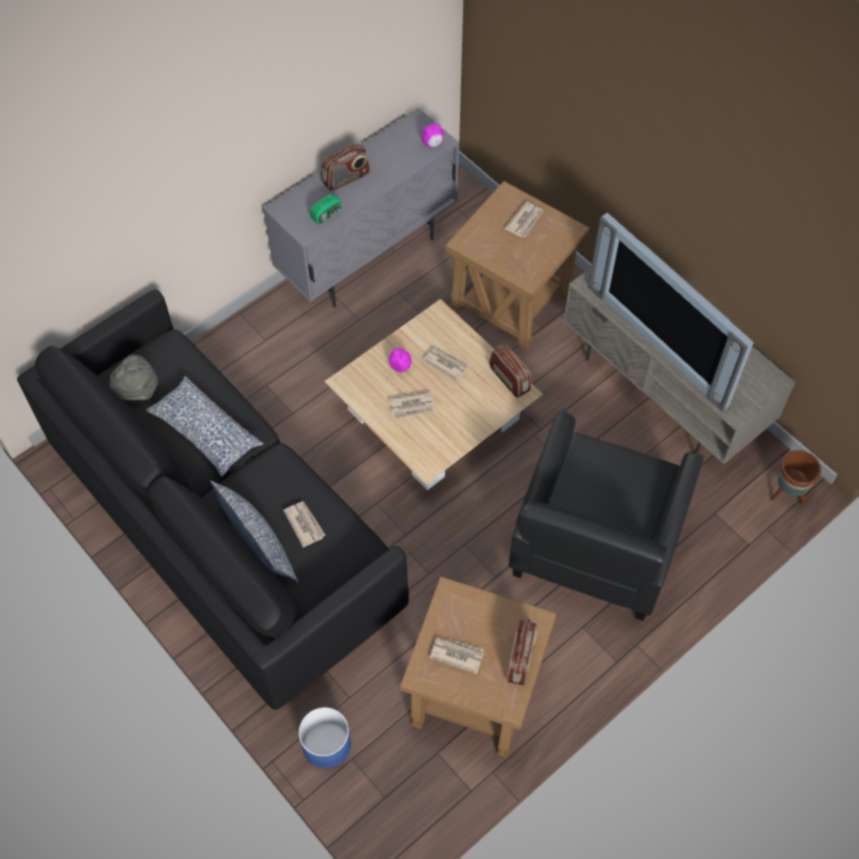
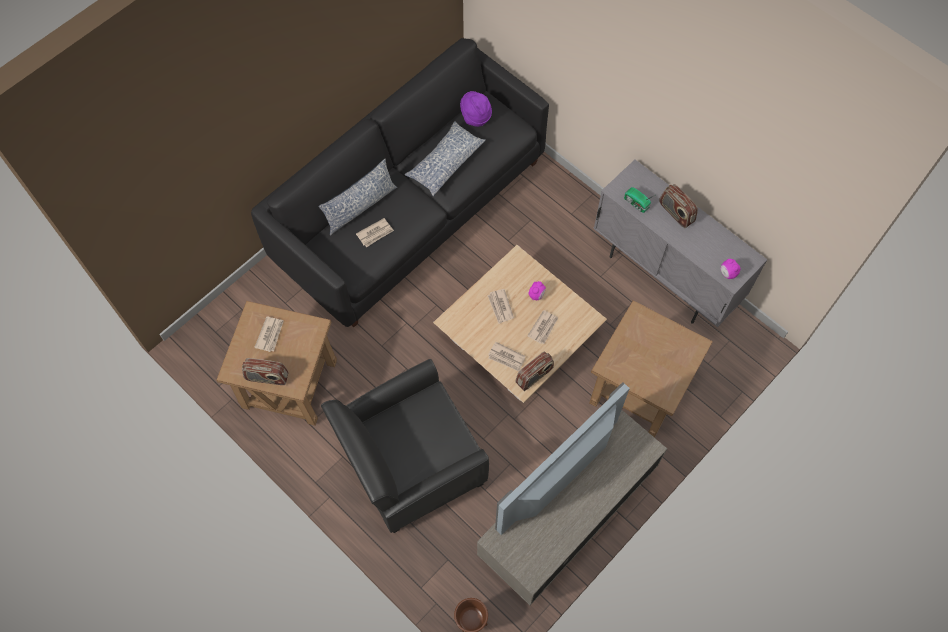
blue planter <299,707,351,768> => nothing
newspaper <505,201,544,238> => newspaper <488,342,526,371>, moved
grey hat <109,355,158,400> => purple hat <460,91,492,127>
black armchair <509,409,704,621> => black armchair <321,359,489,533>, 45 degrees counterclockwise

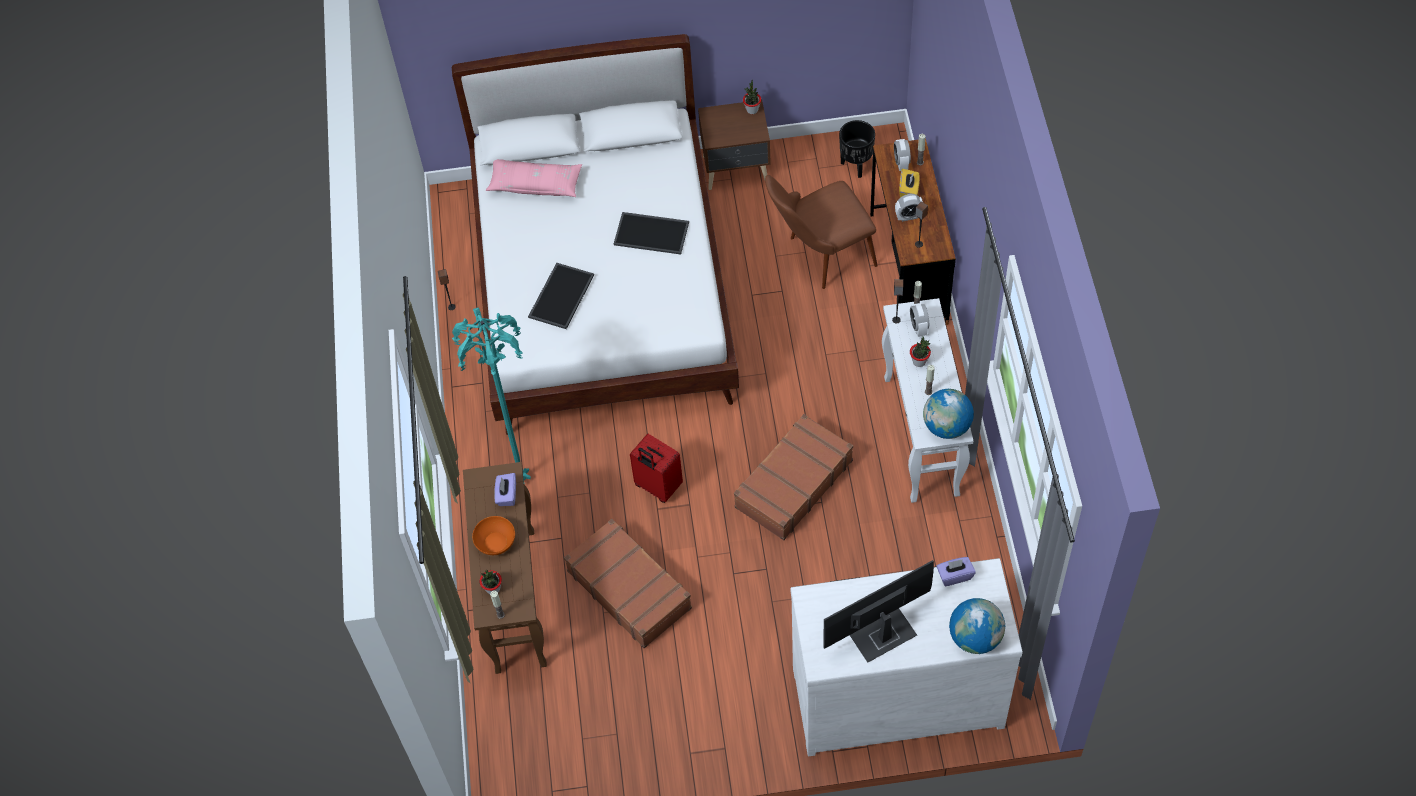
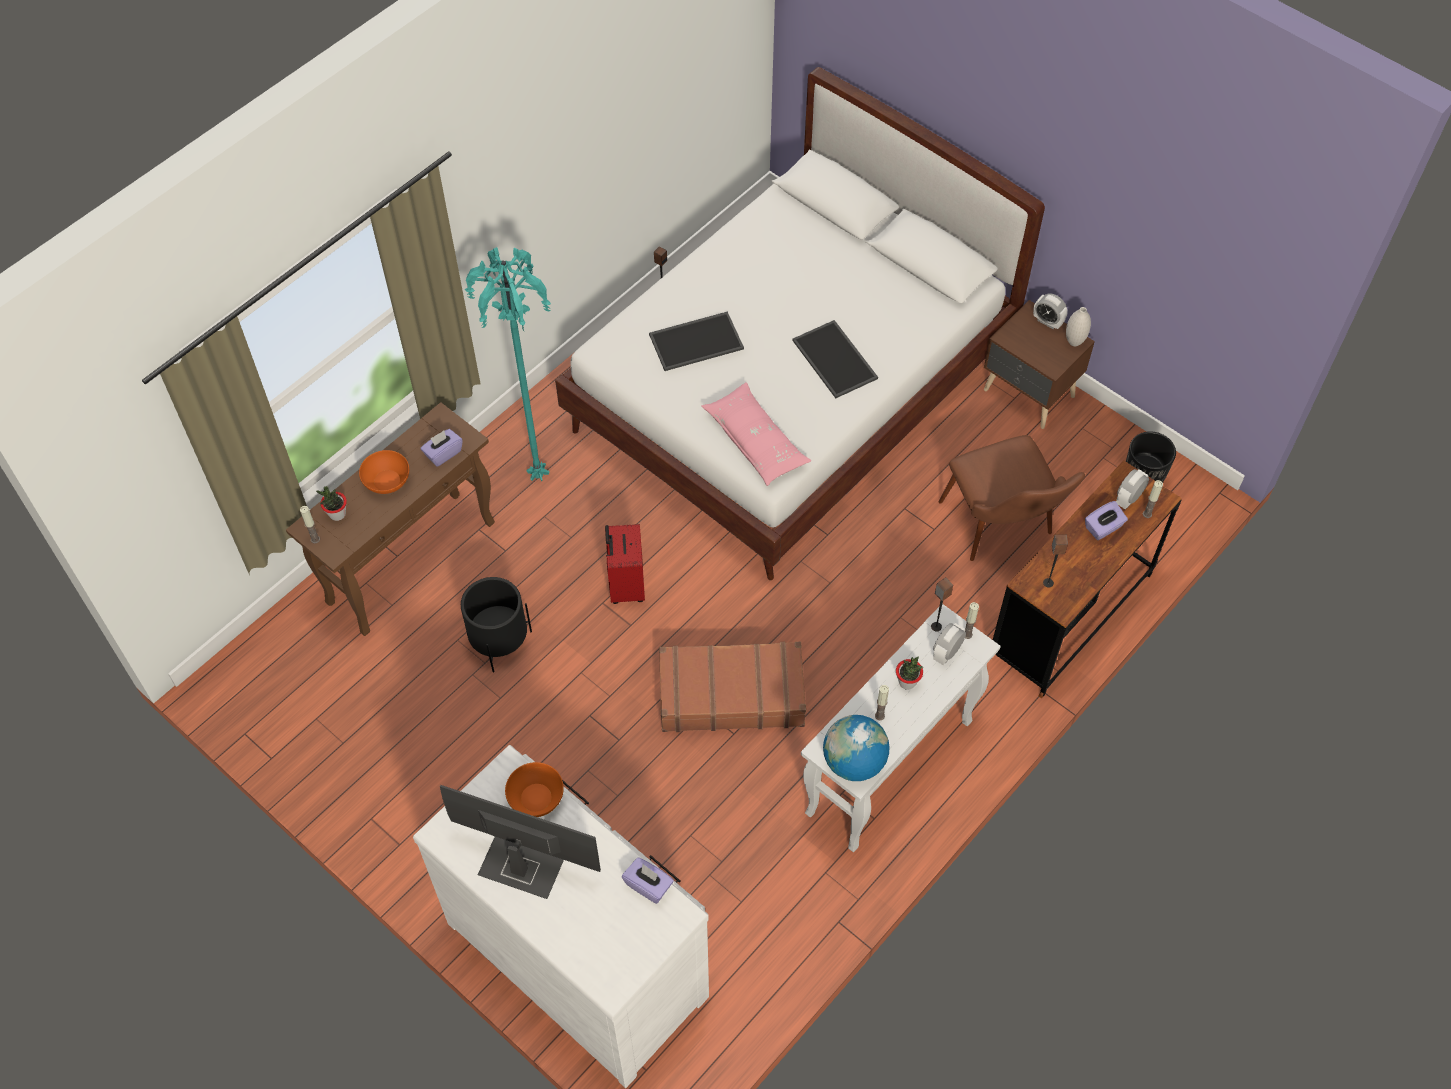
globe <949,598,1005,654> => nothing
nothing => orange bowl <505,762,564,817>
pink pillow <486,159,582,197> => pink pillow <701,382,811,486>, moved
alarm clock <895,194,923,222> => alarm clock <1033,293,1068,329>, moved
brown suitcase <564,519,692,648> => black planter <461,577,532,672>
potted plant <743,80,761,114> => white vase <1066,307,1091,346>
yellow tissue box <899,169,920,198> => purple tissue box <1085,501,1128,540>
brown chair <765,175,878,289> => brown chair <939,435,1085,561>, 135 degrees counterclockwise

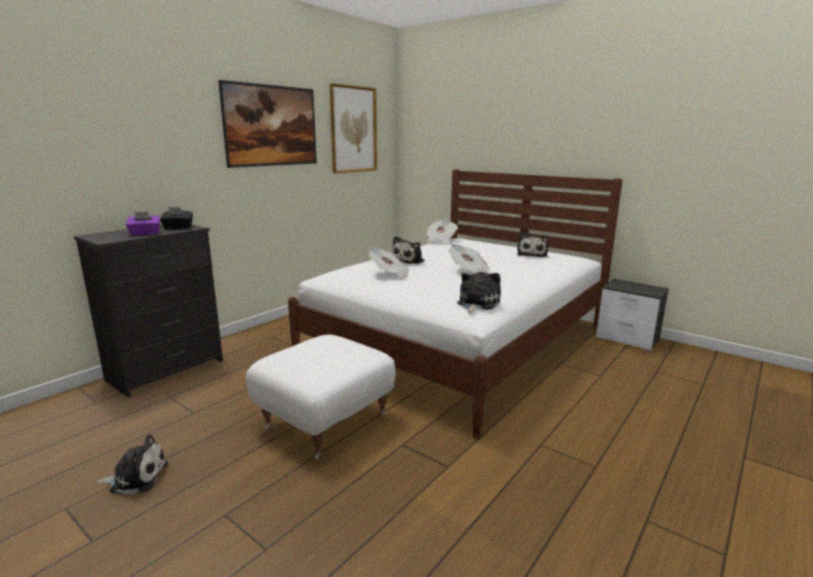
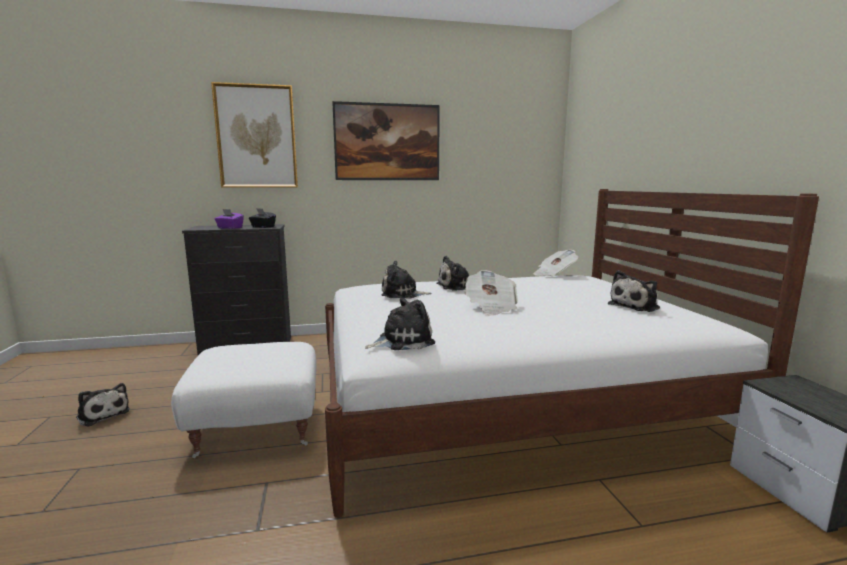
picture <330,83,377,173> => picture <211,82,298,188>, moved
newspaper <368,248,409,278> => plush toy <382,260,432,298>

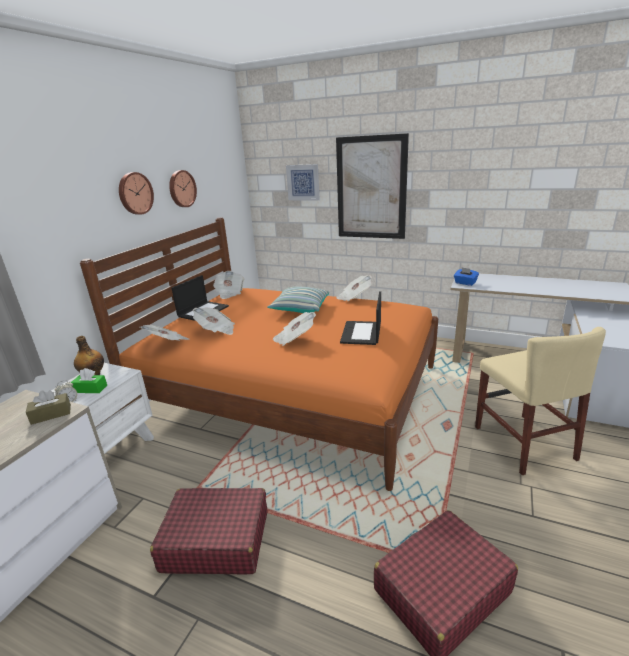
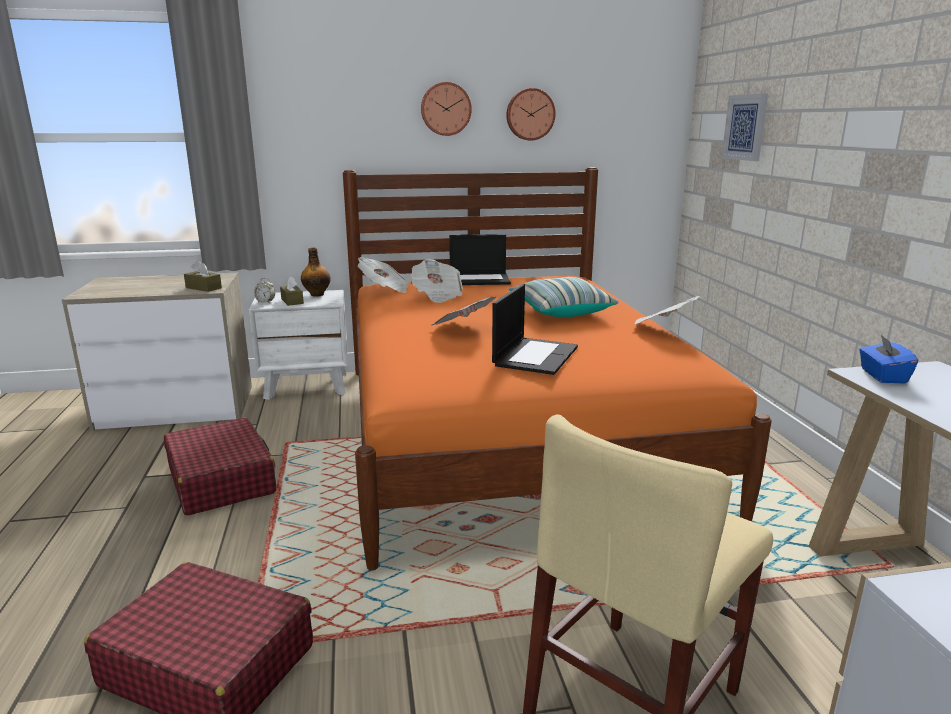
newspaper <213,271,244,299> => nothing
picture <336,133,409,239> => nothing
green tissue box <71,368,107,393> => brown tissue box <280,276,304,306>
laptop <340,291,381,345> => laptop <492,284,578,375>, 135 degrees clockwise

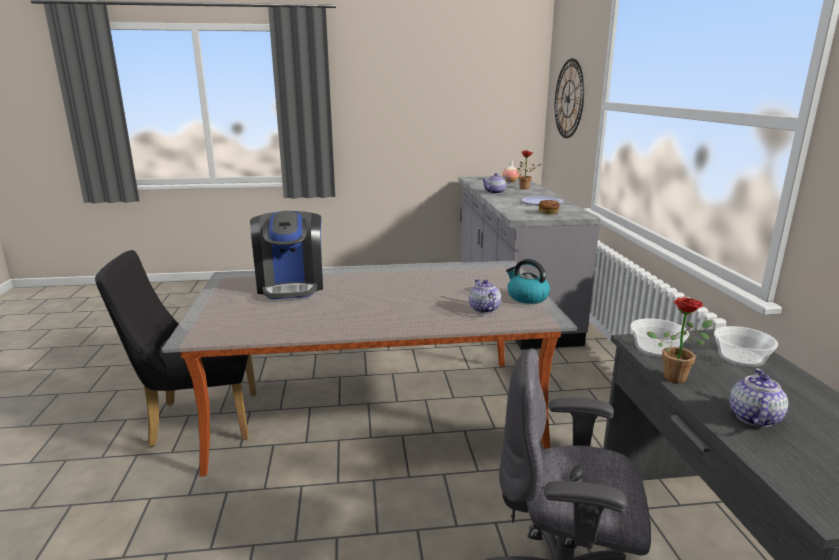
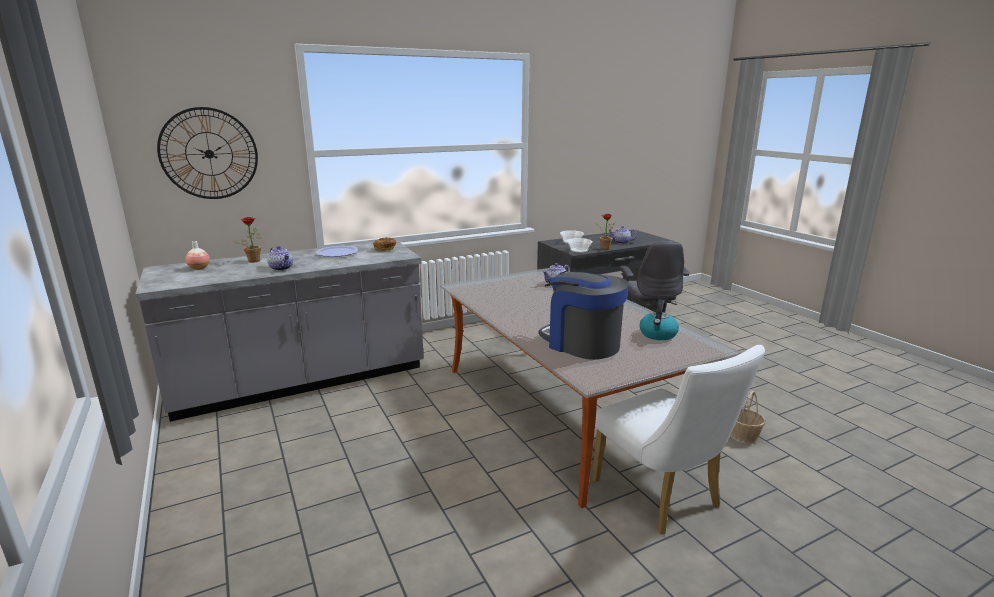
nothing => basket <730,391,766,444>
kettle <506,259,550,304> => kettle <640,300,679,340>, moved
black chair <95,250,257,447> => white chair <592,345,765,535>
coffee machine <250,211,323,299> => coffee machine <539,271,629,360>, 105 degrees counterclockwise

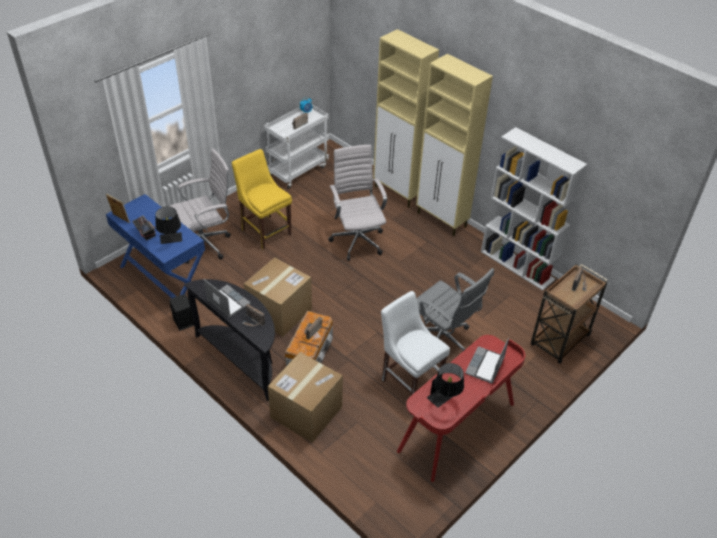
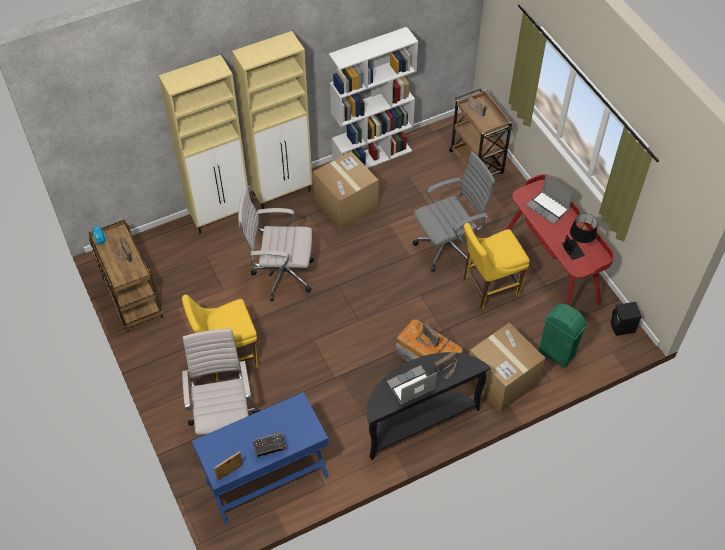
black table lamp <155,206,182,244> => nothing
nothing => green trash can <538,304,587,368>
black speaker <169,294,194,331> => black speaker <611,302,642,336>, moved
cardboard box <244,257,312,337> => cardboard box <313,151,379,231>, moved
white cart <264,105,329,189> => brown cart <88,220,163,332>
white chair <381,291,450,395> => yellow chair <464,223,530,309>

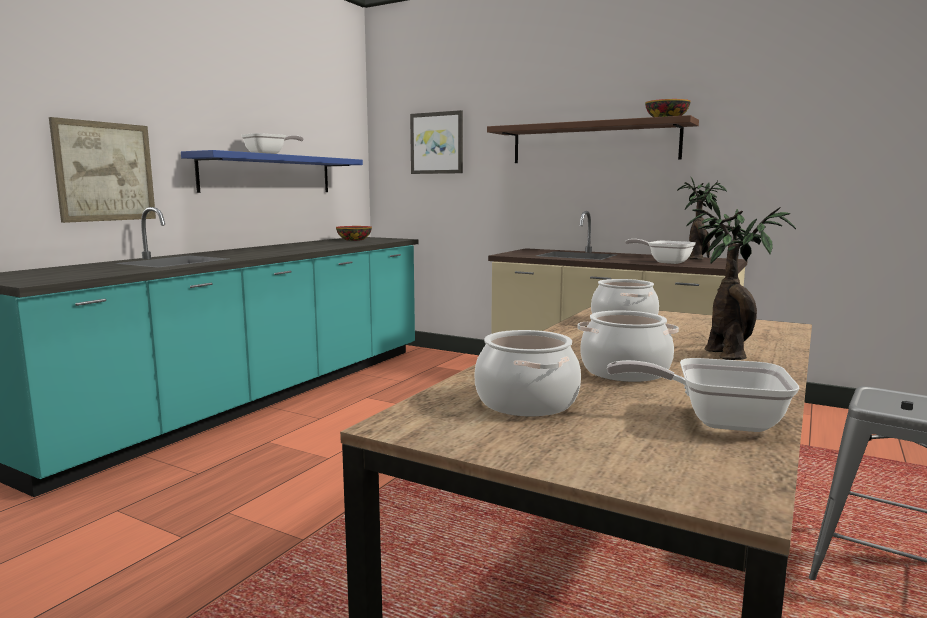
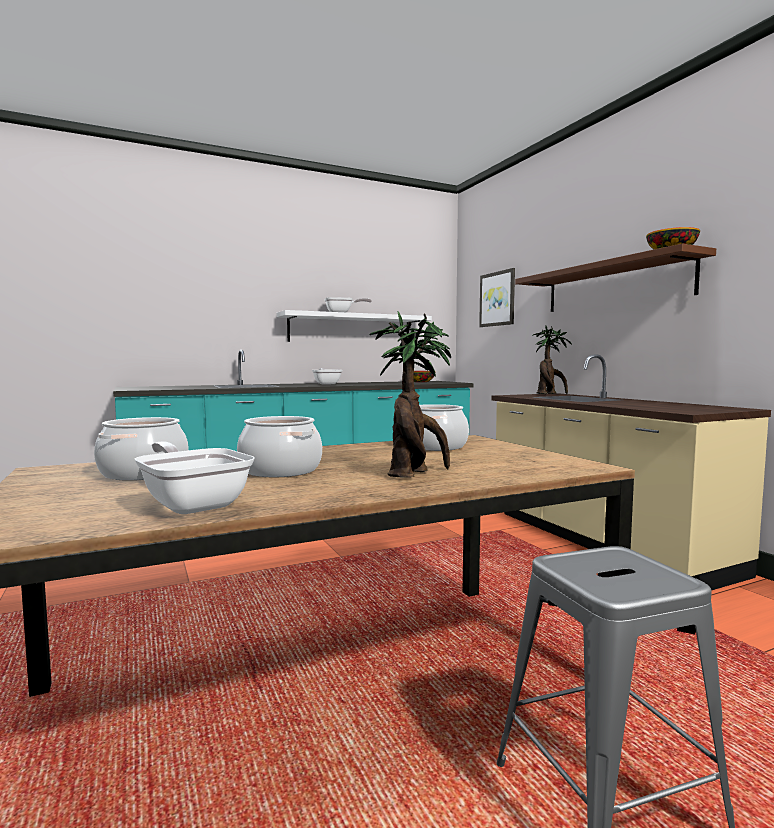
picture <49,117,156,223> => nothing
frying pan <625,239,696,264> => frying pan <312,368,342,384>, moved
potted plant <677,177,727,260> => potted plant <533,326,572,394>, moved
blue shelf <181,150,363,193> => white shelf <277,310,432,342>

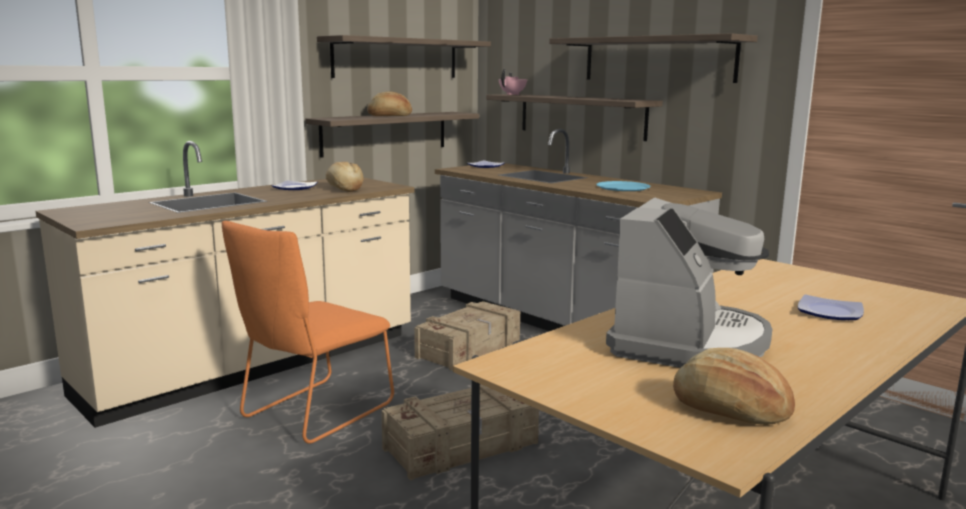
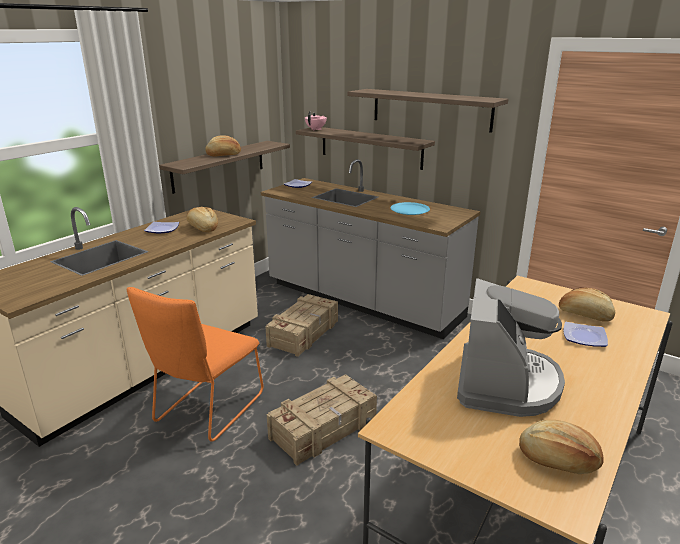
shelf <317,35,491,78> => nothing
nothing => bread <559,287,615,321>

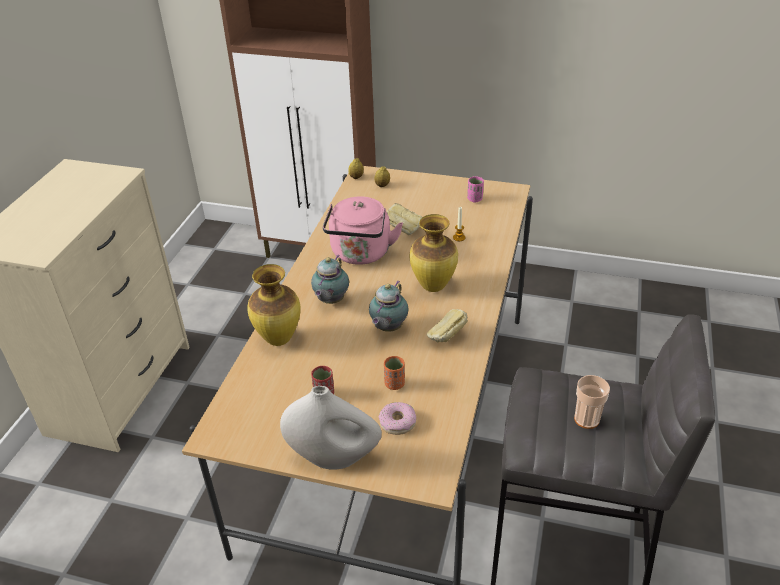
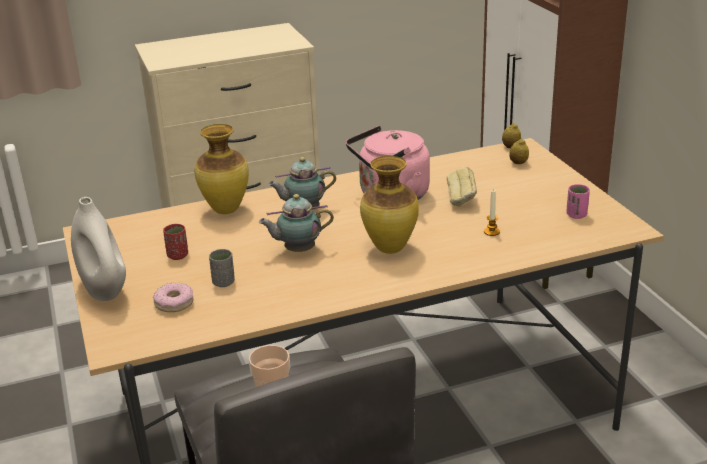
bread <427,309,468,343> => nothing
orange cup <384,356,405,390> => grey cup <209,249,235,287>

